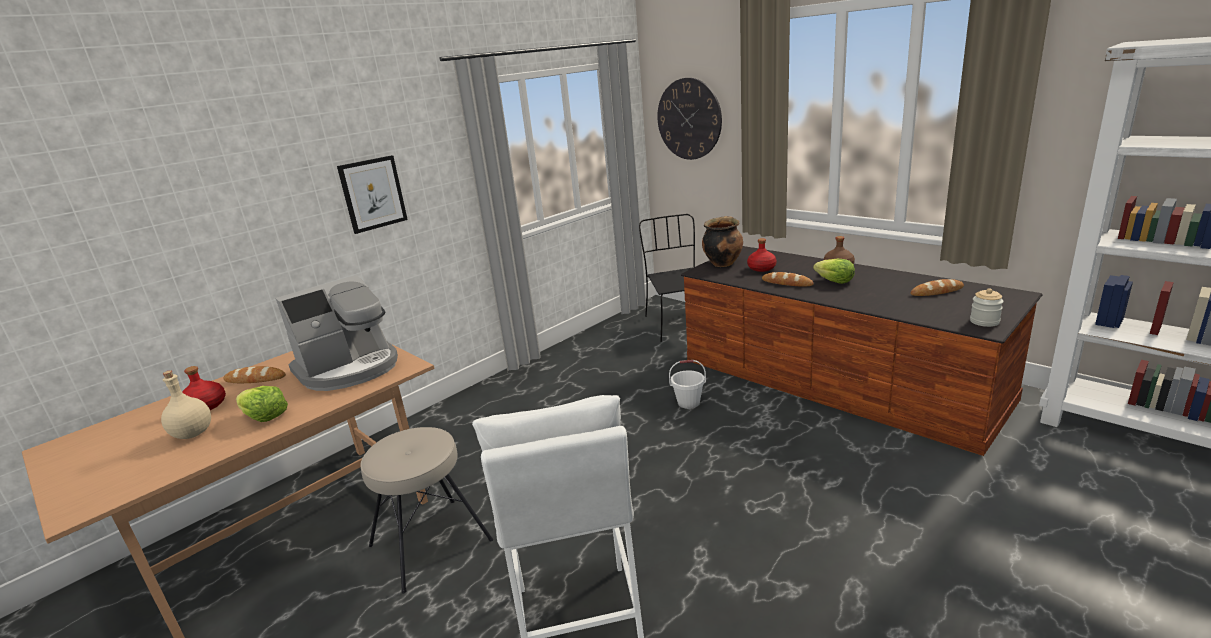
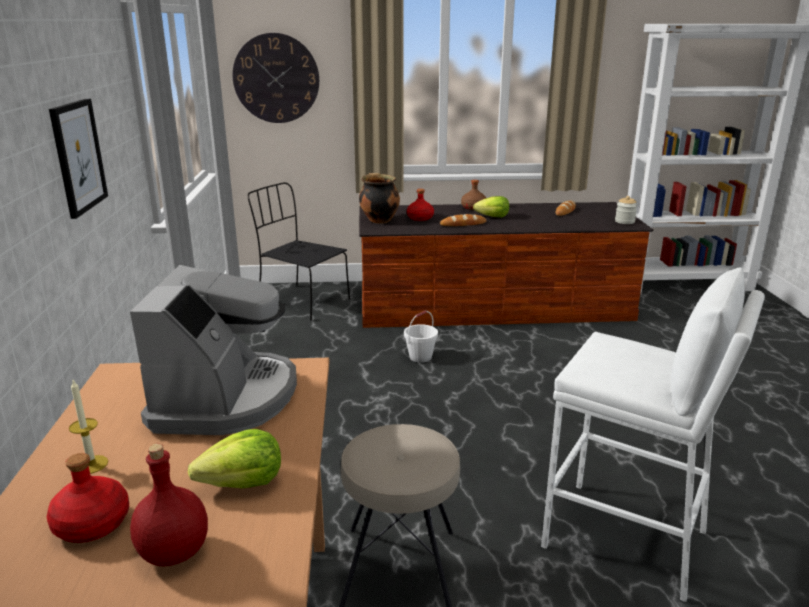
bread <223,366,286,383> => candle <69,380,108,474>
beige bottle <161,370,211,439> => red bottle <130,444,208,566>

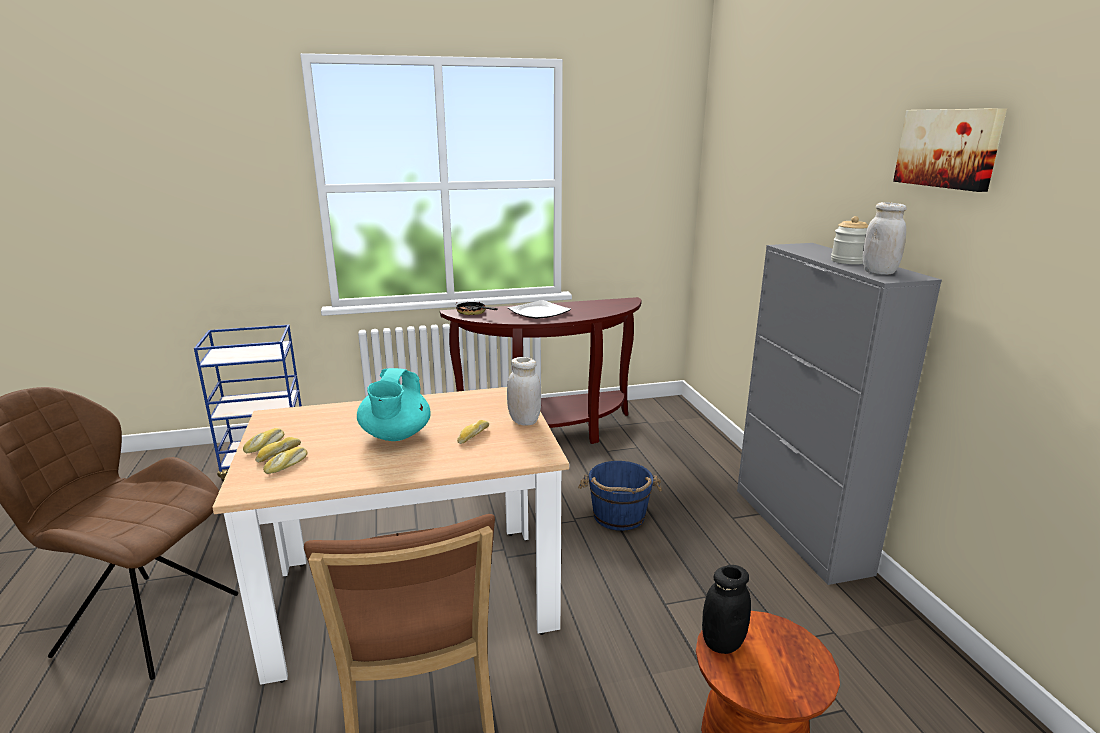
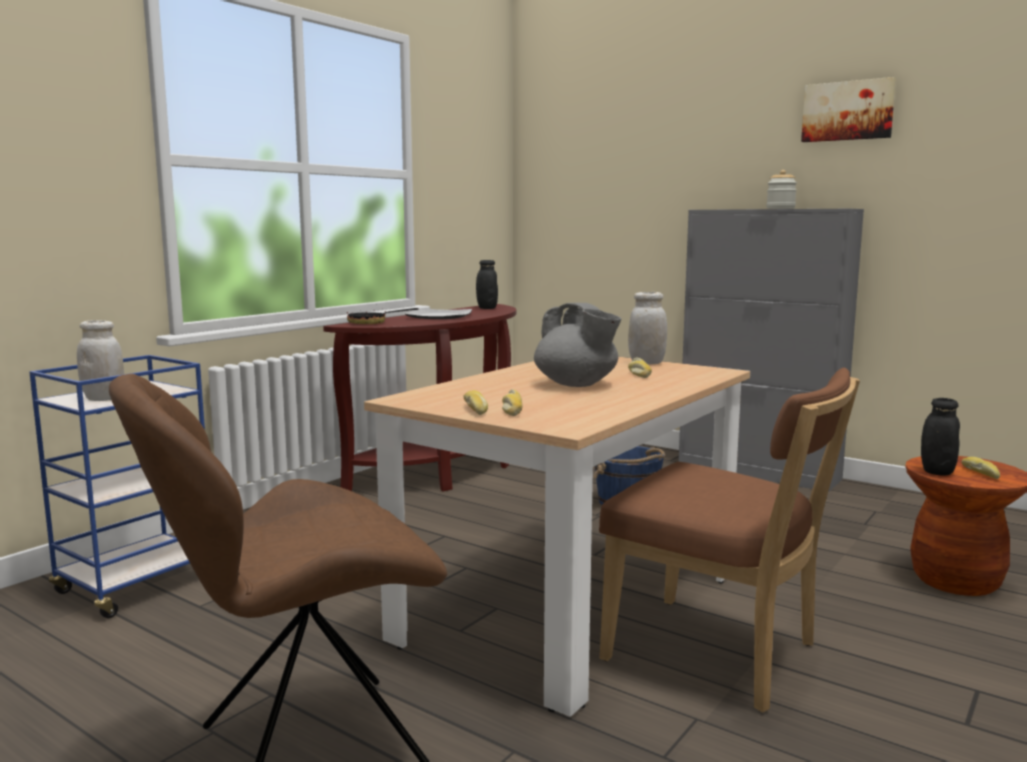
nothing => black jar <476,260,498,309>
bread <263,447,308,474> => bread <962,457,1000,479>, moved
white jar <863,202,907,275> => white jar <77,320,124,401>, moved
turquoise teapot <357,368,431,441> => grey teapot <534,303,621,387>

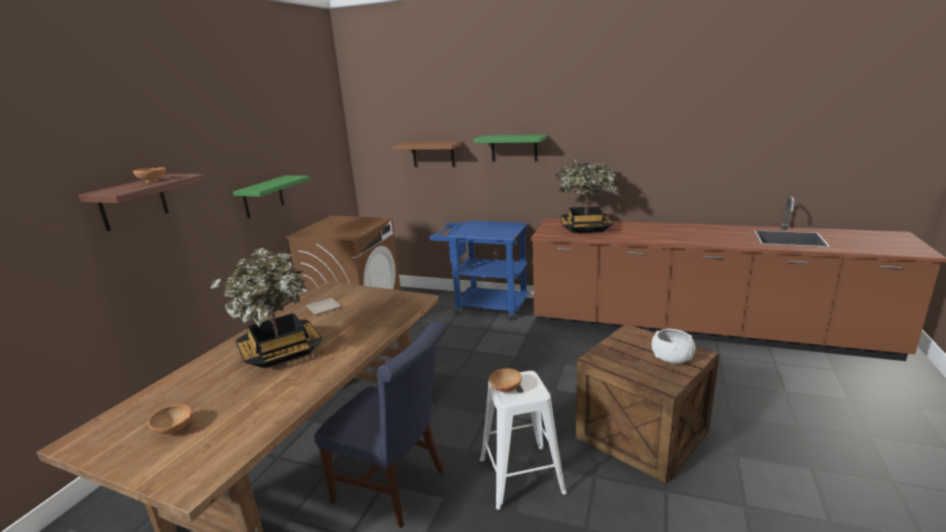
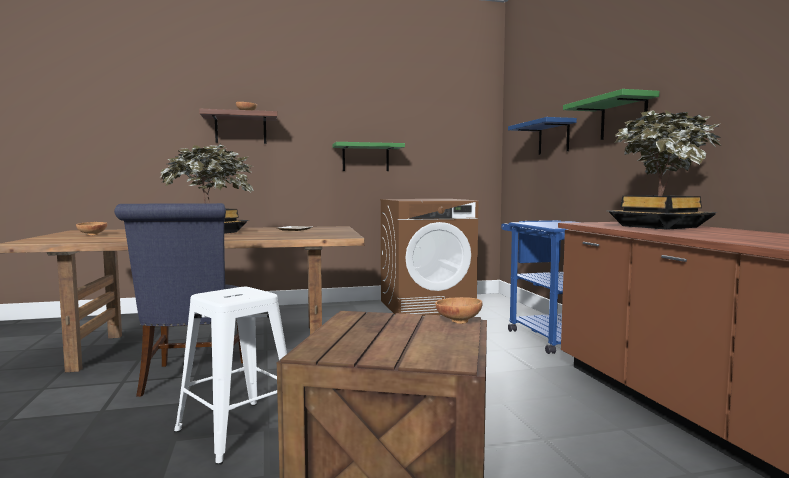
white bowl <651,329,695,364> => nothing
brown bowl <489,368,522,392> => brown bowl <435,297,483,324>, moved
brown shelf <392,142,462,167> => blue shelf <508,117,577,155>

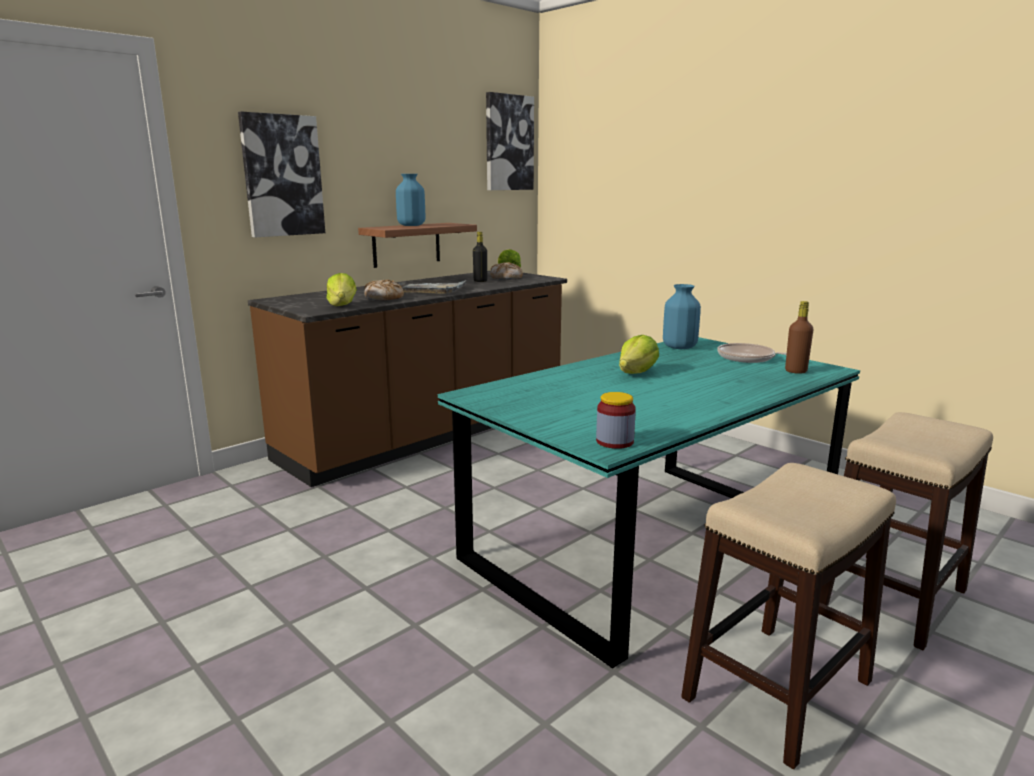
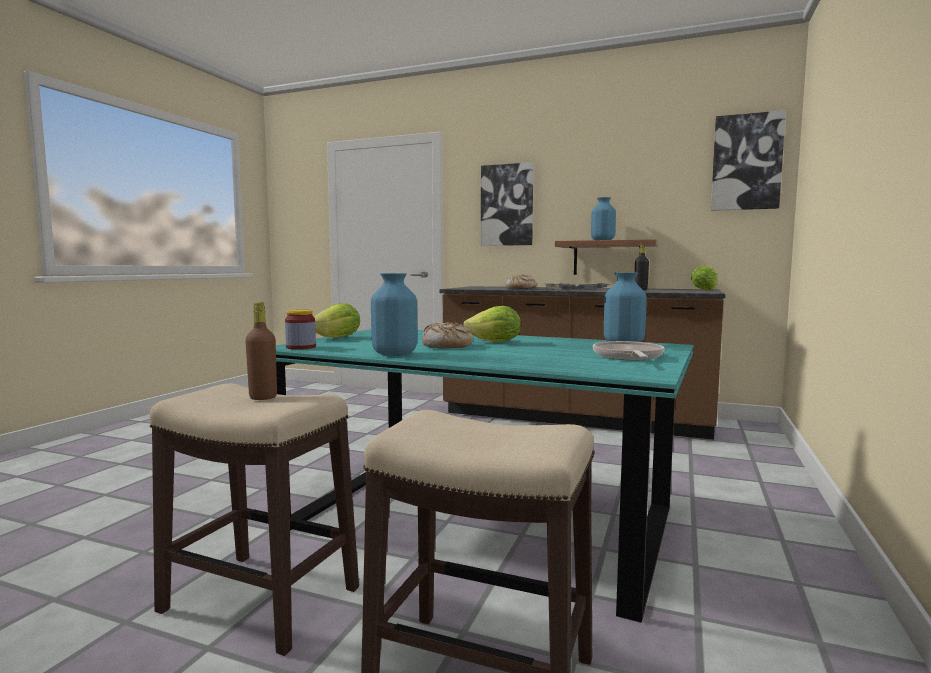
nothing => blue vase <371,273,417,356>
lettuce <327,273,357,306> => lettuce <314,303,360,338>, moved
bread <490,262,523,280> => bread <422,322,473,348>, moved
brown bottle <785,301,814,374> => brown bottle <245,302,277,400>, moved

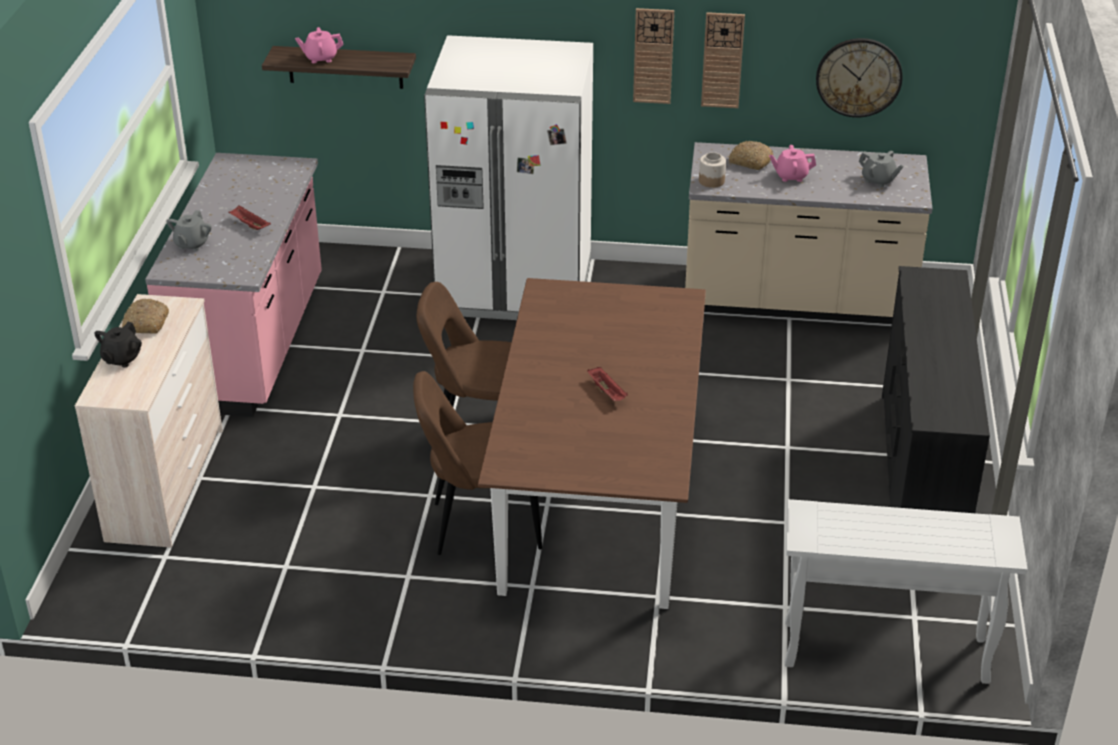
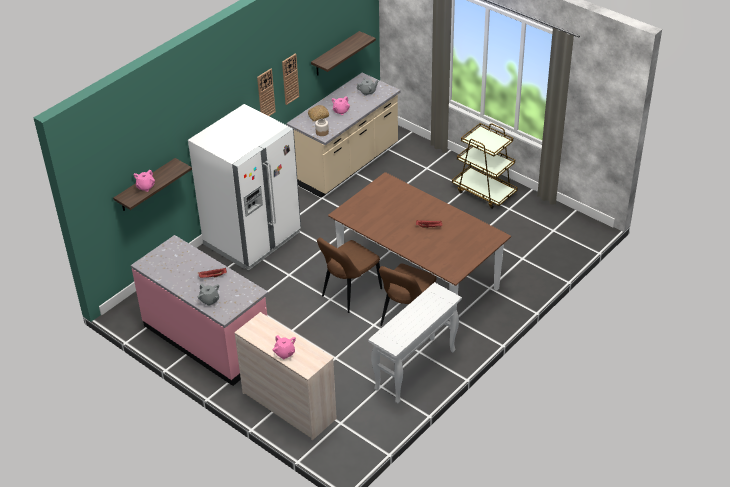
bread <122,299,169,334> => nothing
white console table <785,499,1027,684> => white console table <368,282,462,403>, moved
wall clock <816,38,902,117> => shelf <311,31,376,76>
black dresser <882,266,990,513> => brown cart <452,123,518,209>
black teapot <94,322,142,367> => pink teapot <273,335,296,359>

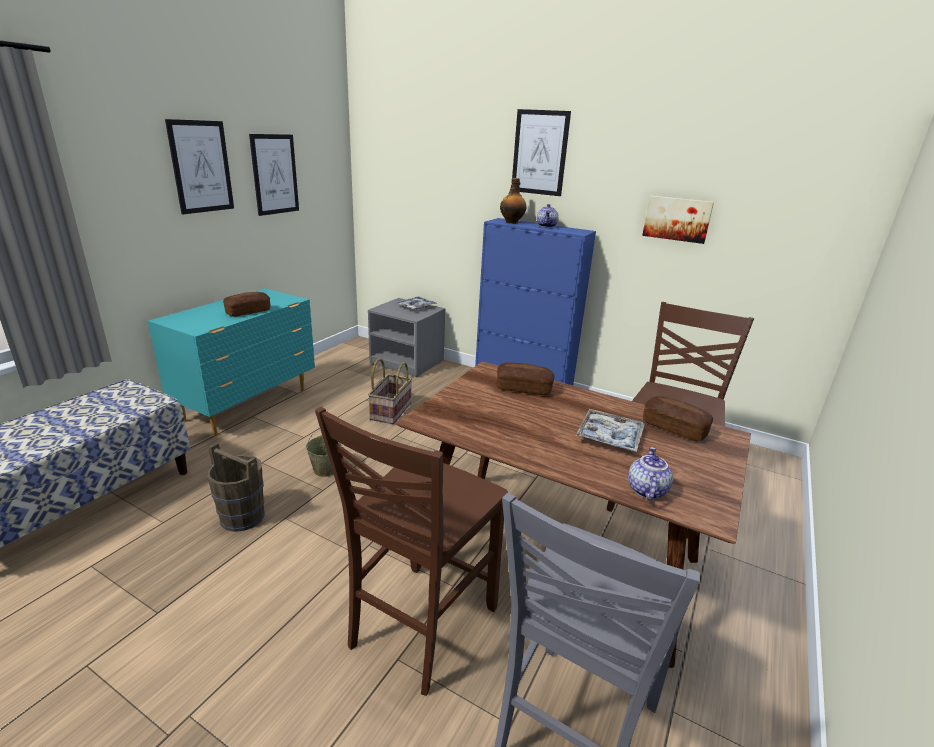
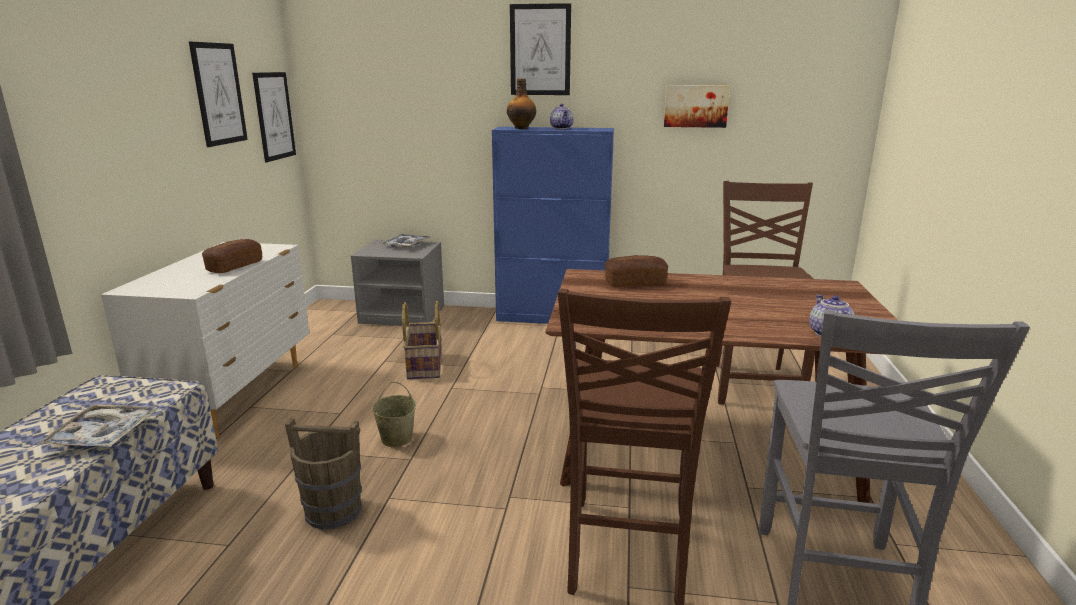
bread <643,396,713,442> => nothing
picture <165,119,234,214> => picture <252,72,296,162>, moved
tray <576,409,645,452> => tray <38,404,158,447>, moved
turquoise dresser <148,288,315,436> => white dresser <101,242,310,438>

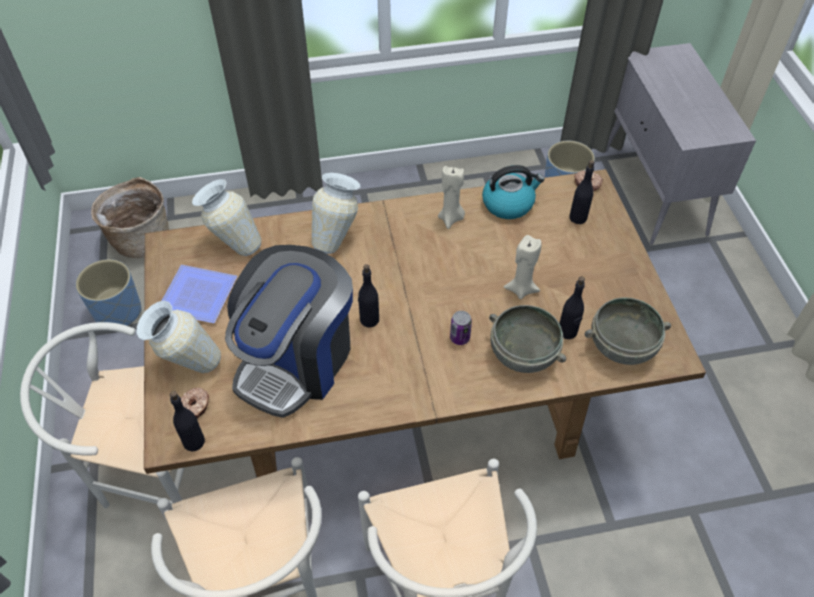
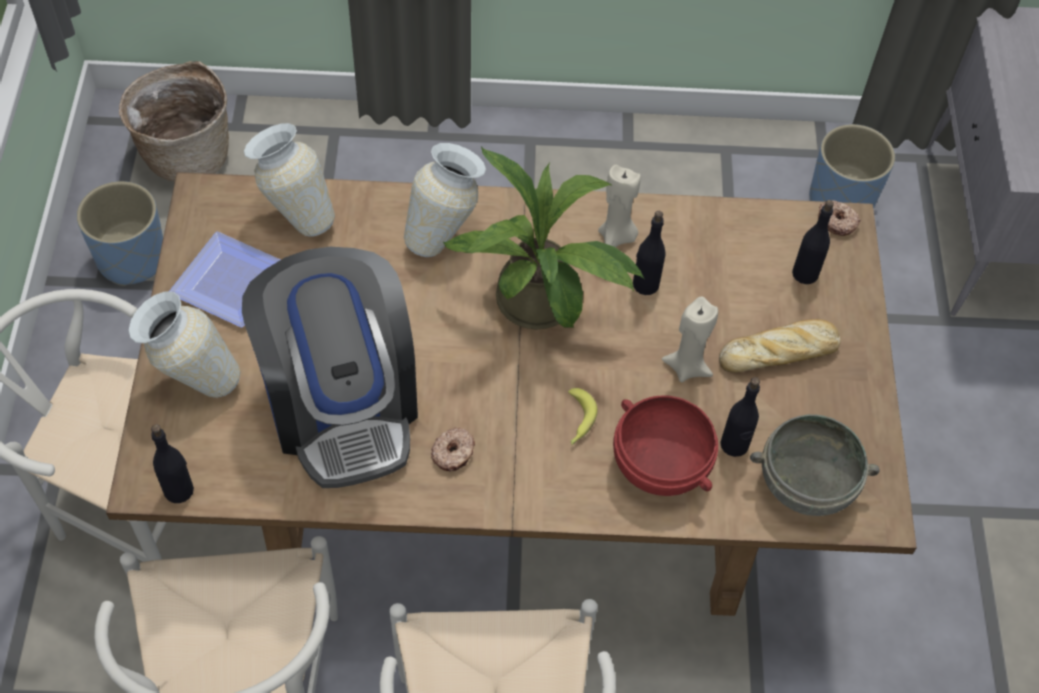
kettle <482,165,544,219> => nothing
nothing => potted plant <443,146,645,330>
nothing => bread <719,319,841,373>
donut <181,387,209,418> => donut <431,427,475,471>, moved
black bottle <358,264,379,327> => black bottle <633,211,666,295>, moved
can <450,311,472,345> => banana <568,388,598,445>
grey bowl <489,305,566,373> => red bowl <613,396,718,496>
coffee machine <225,245,353,418> => coffee machine <242,247,418,488>, 60 degrees counterclockwise

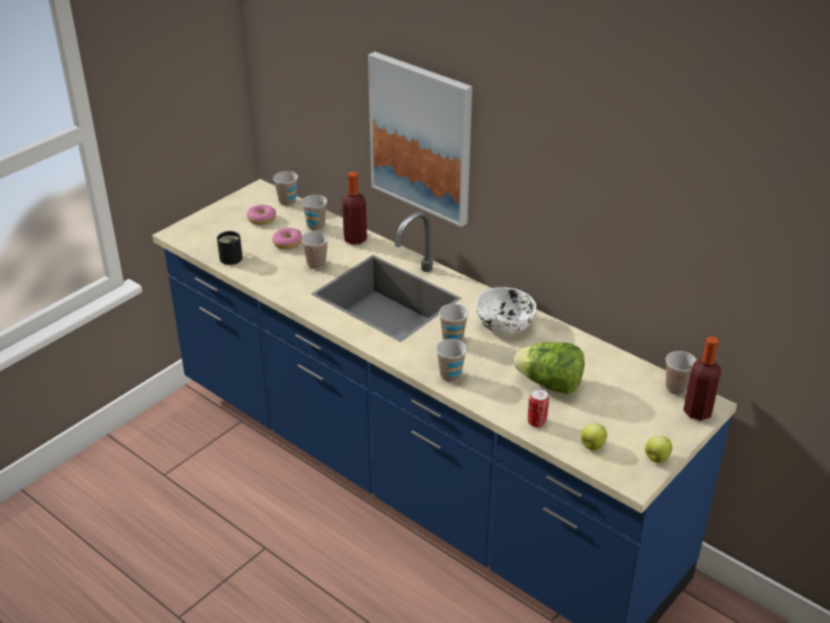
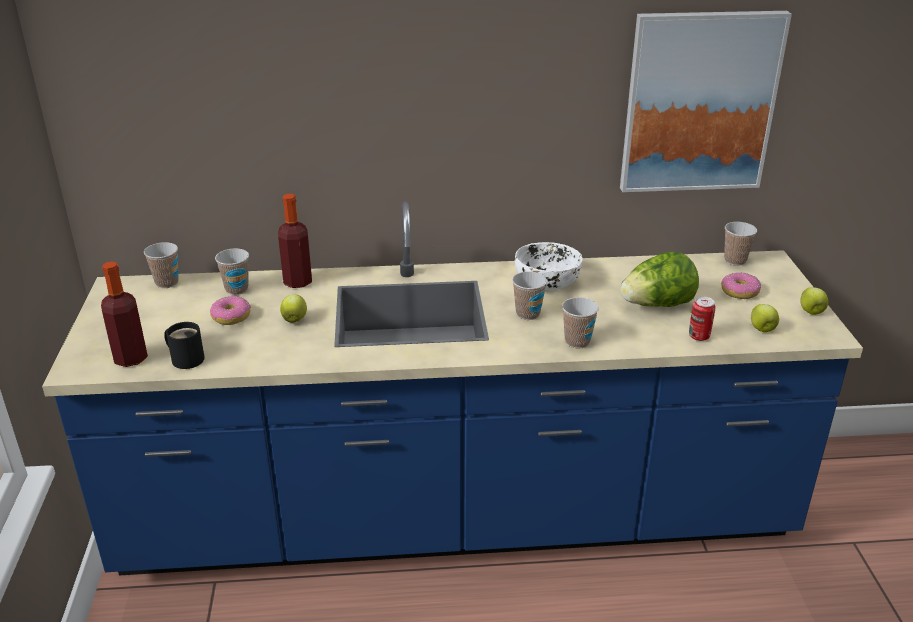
donut <247,204,276,225> => donut <721,273,761,299>, moved
picture <368,52,472,227> => picture <620,11,792,192>, moved
bottle <683,336,721,421> => bottle <101,261,148,367>, moved
cup <301,231,328,269> => apple <280,295,307,323>

